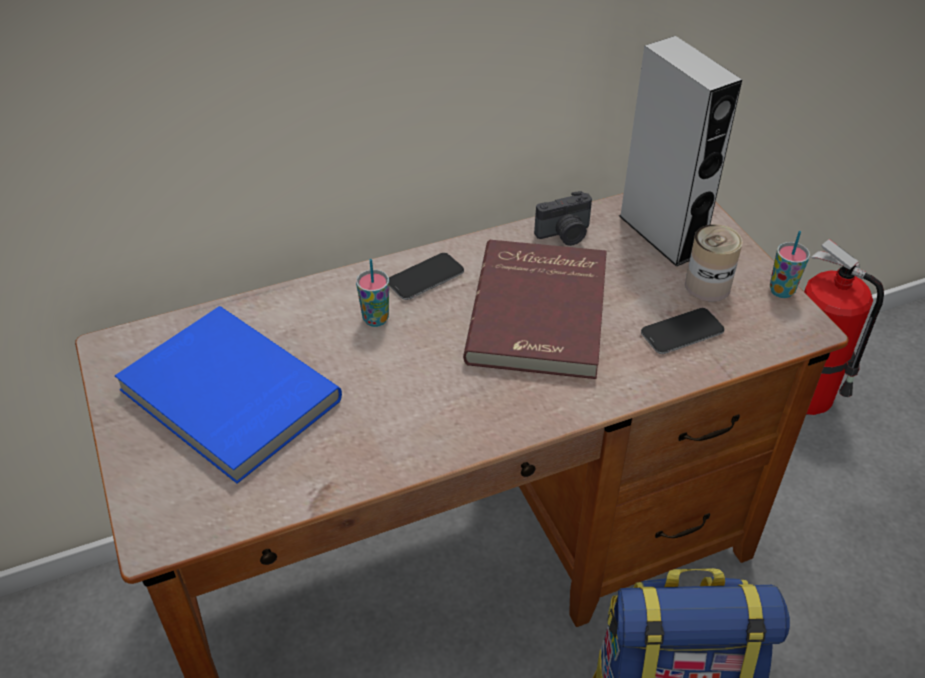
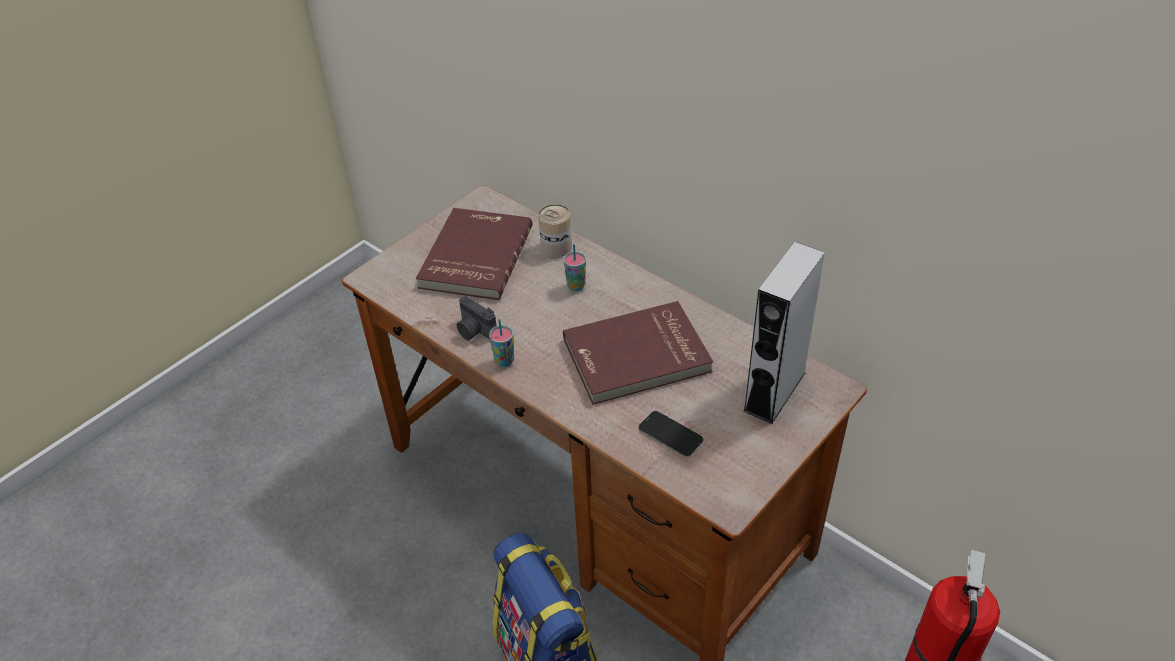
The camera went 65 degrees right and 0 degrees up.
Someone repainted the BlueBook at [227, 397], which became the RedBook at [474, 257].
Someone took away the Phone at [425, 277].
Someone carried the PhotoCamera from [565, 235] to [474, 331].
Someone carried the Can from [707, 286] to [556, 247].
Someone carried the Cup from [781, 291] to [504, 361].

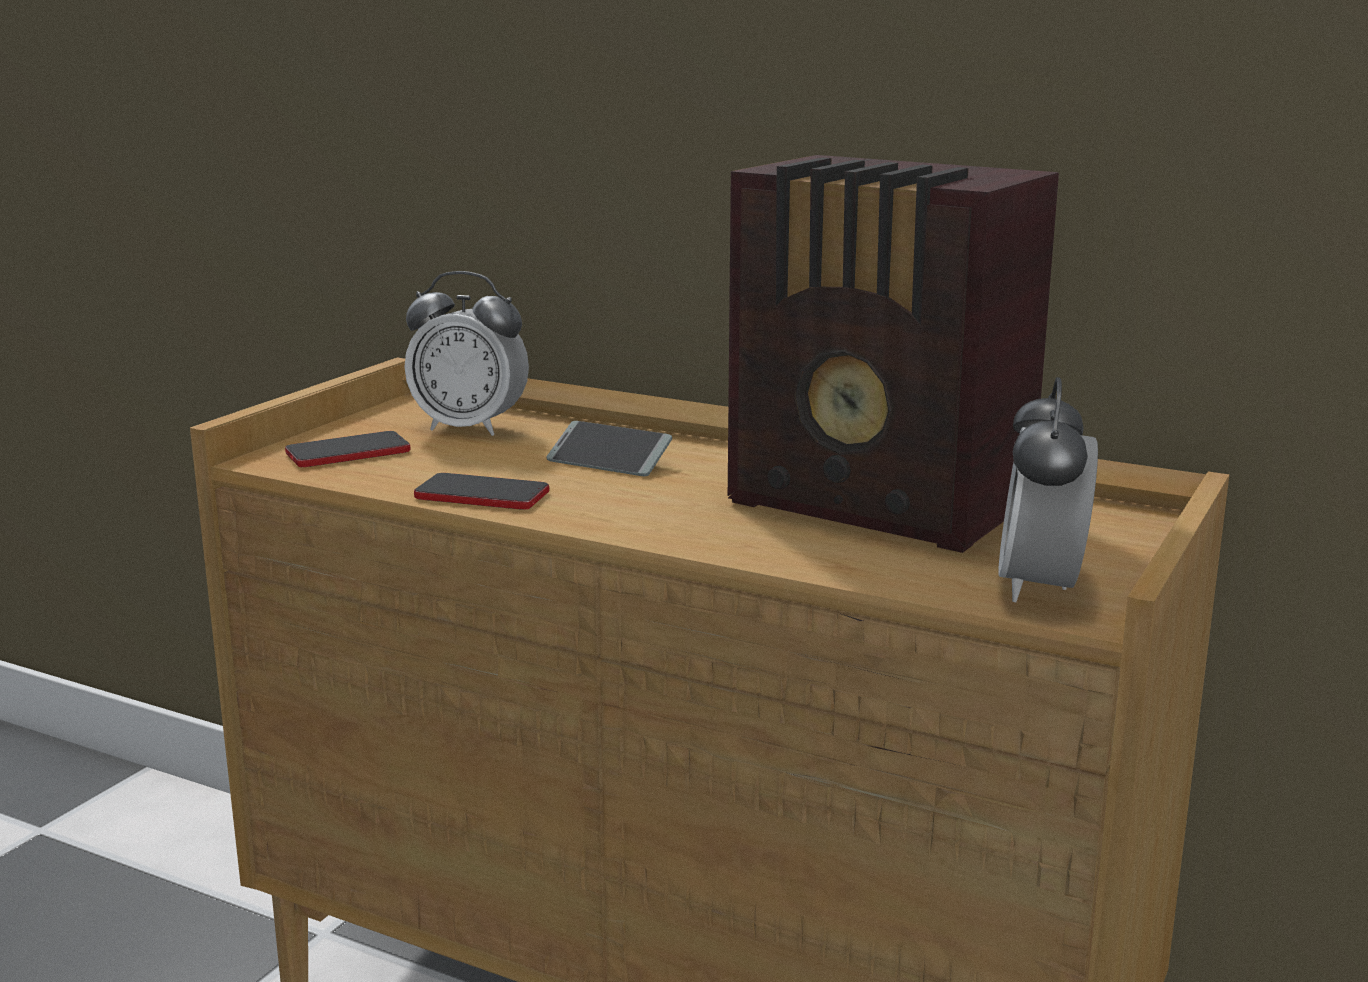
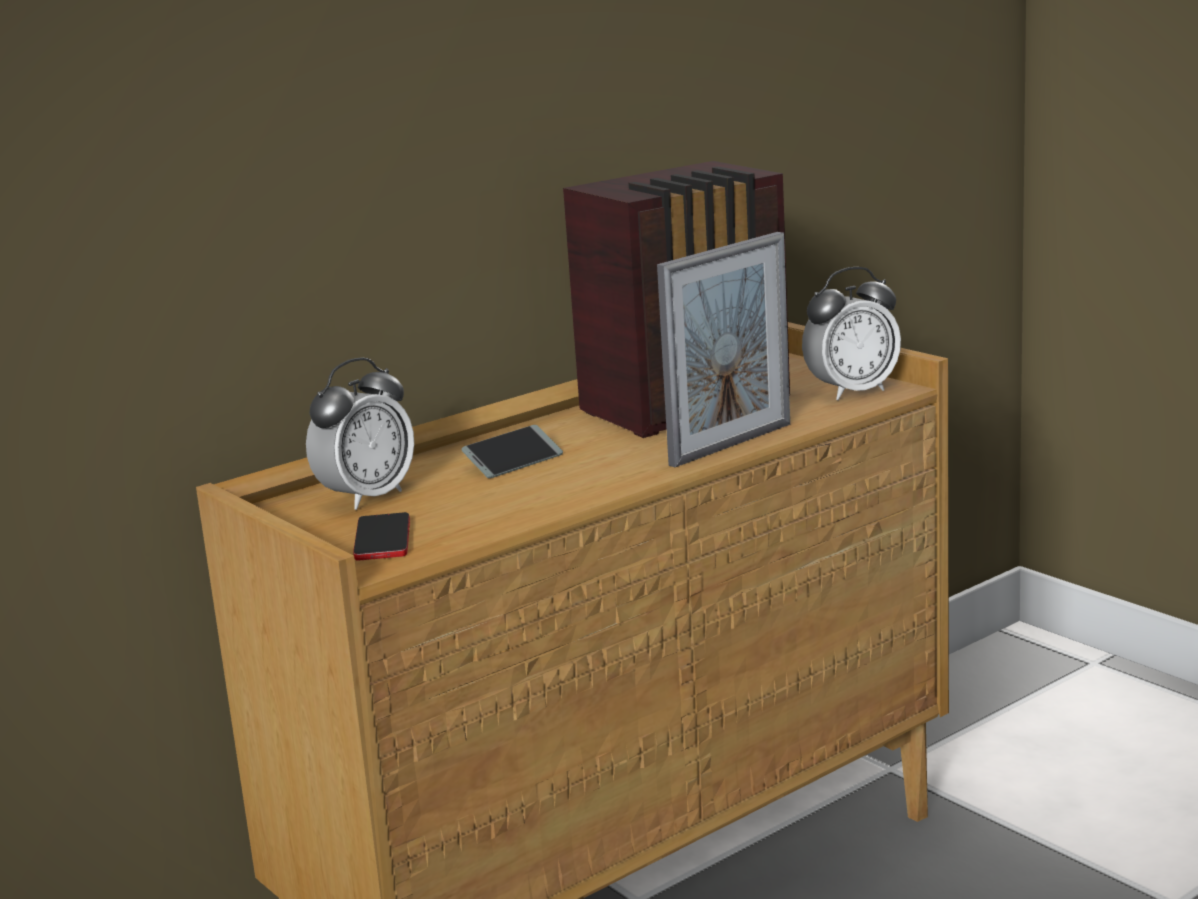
The camera went 65 degrees left and 0 degrees up.
Someone took away the Phone at [482, 495].
Someone rotated the AlarmClock at [1040, 587] by 60 degrees counterclockwise.
Someone put down the PictureFrame at [731, 444].

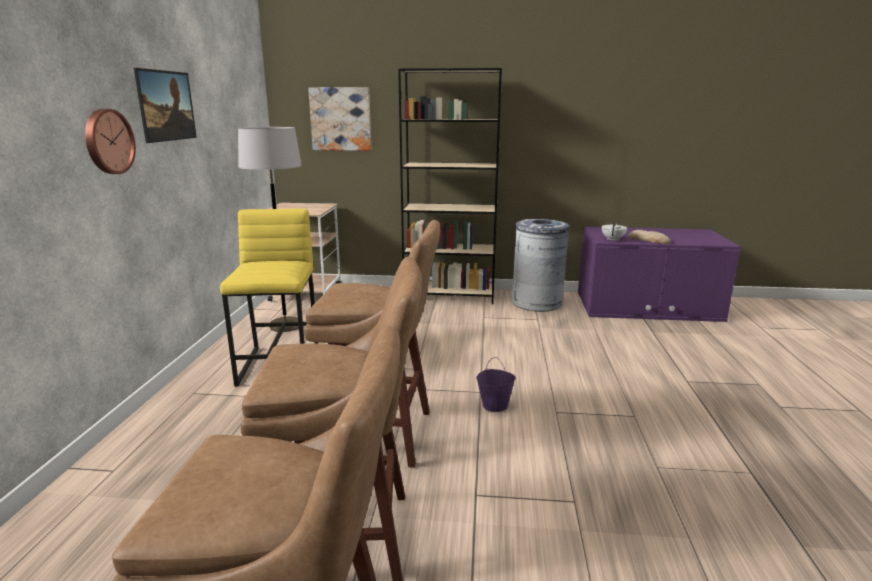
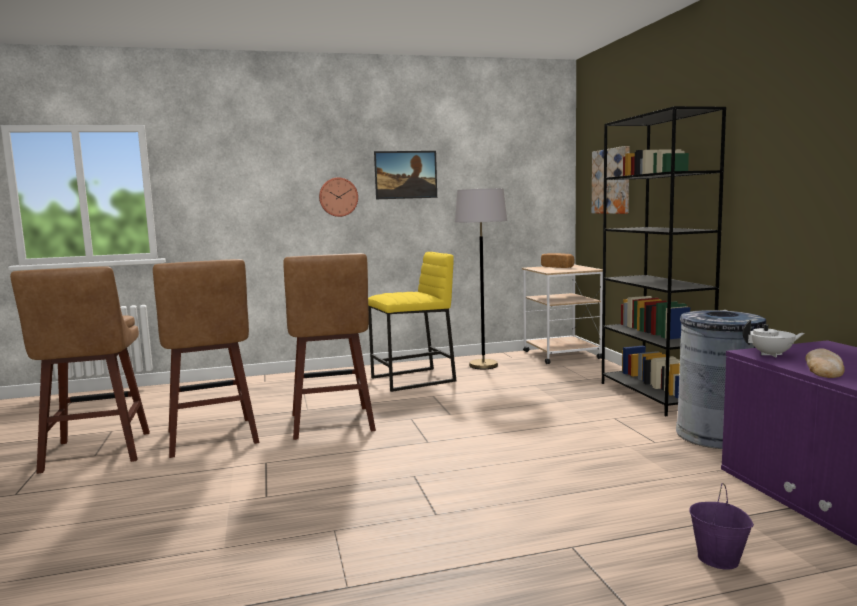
The camera went 70 degrees right and 10 degrees down.
Someone repainted the BeigeBookcase at [450, 295], which became the BlackBookcase at [654, 396].
Someone carried the PurpleBucket from [495, 405] to [719, 559].
Someone put down the Bread at [558, 267].

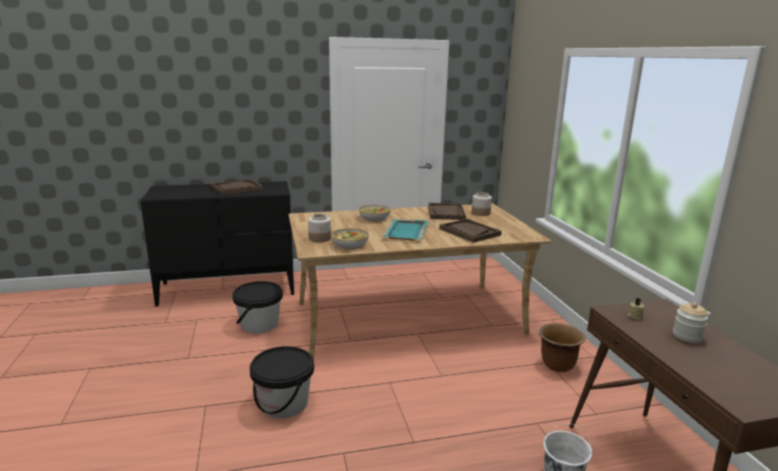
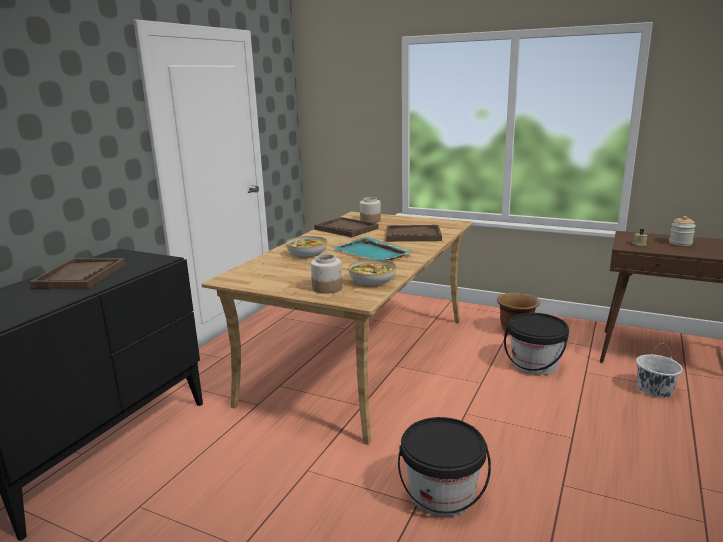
The camera went 50 degrees left and 0 degrees up.
Someone carried the BlackBucket from [259, 324] to [534, 364].

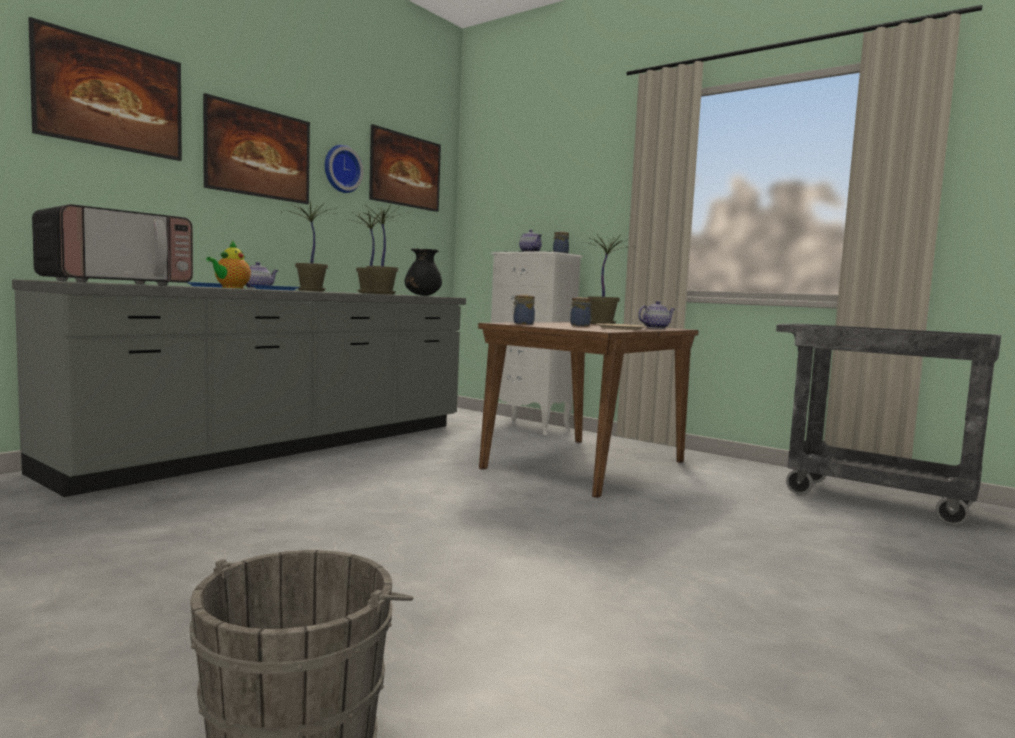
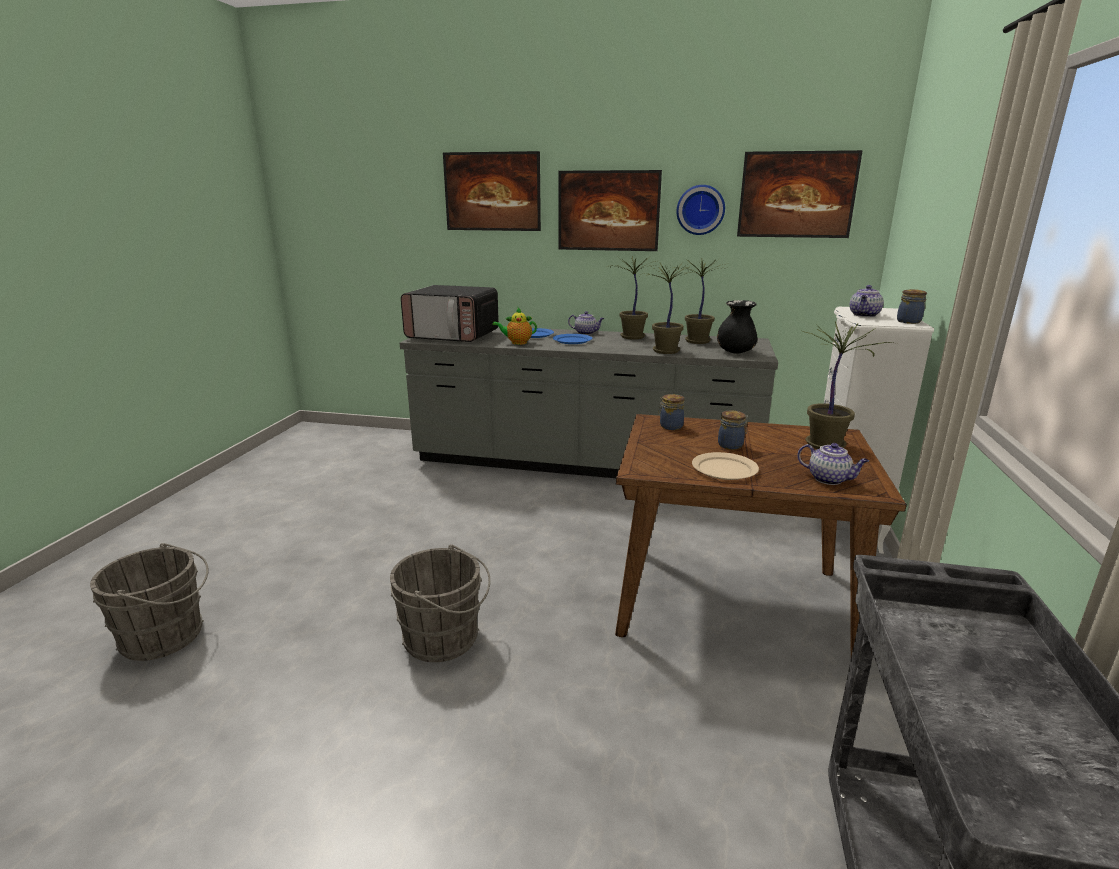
The camera went 65 degrees right and 15 degrees up.
Someone put down the GreyBucket at [445, 639].

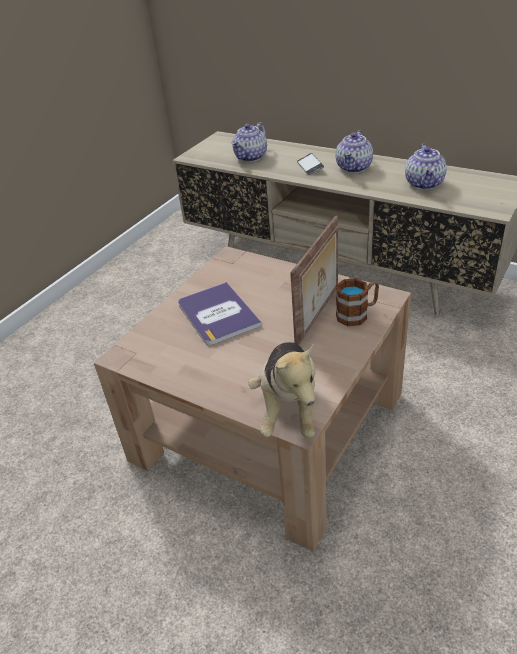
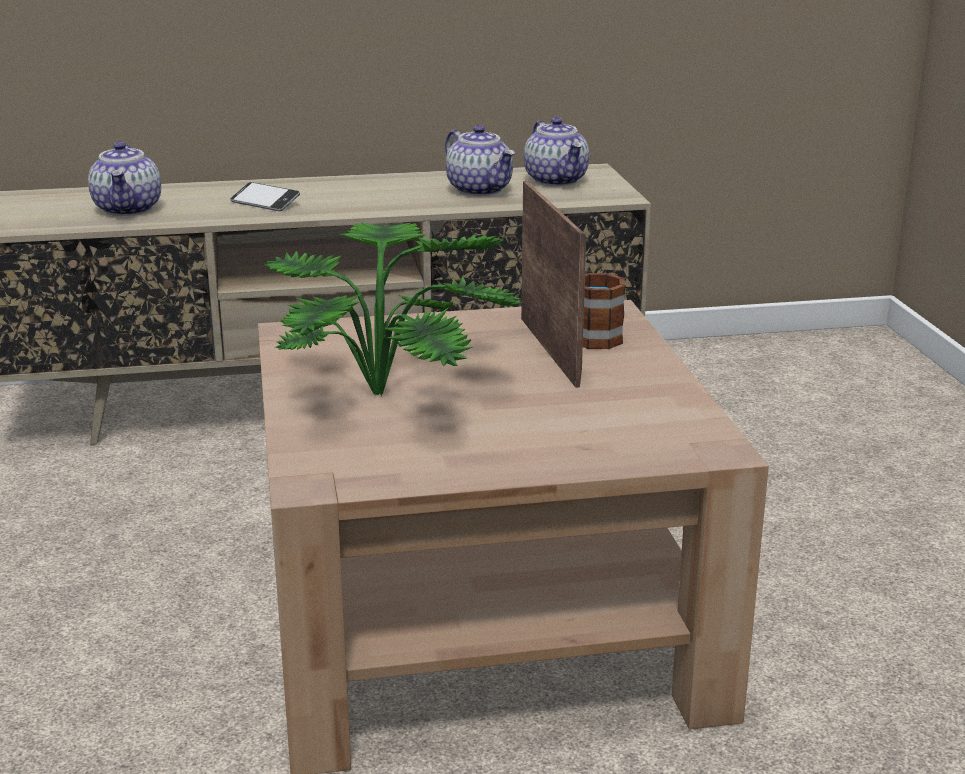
The camera went 45 degrees left and 15 degrees down.
Someone swapped the Book at [218, 314] for the PottedPlant at [394, 392].
Someone took away the PlushToy at [288, 407].
Someone carried the Teapot from [354, 168] to [557, 180].

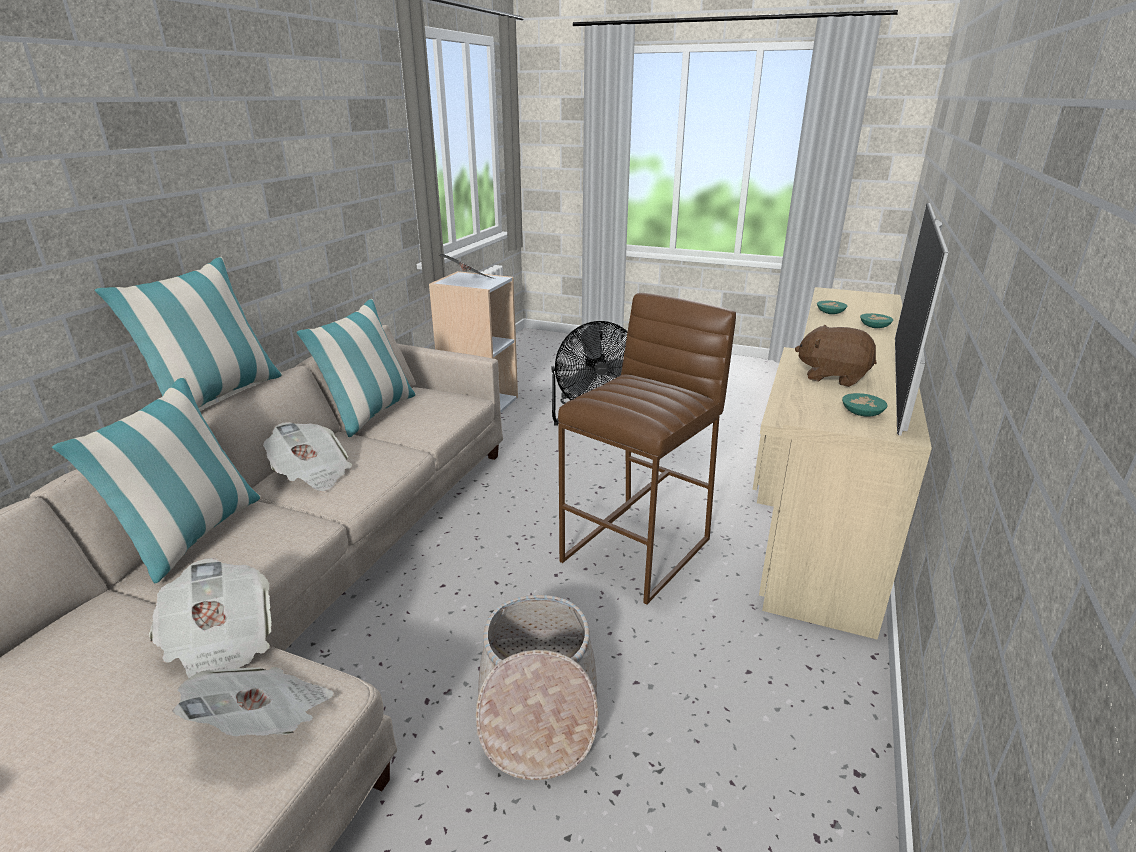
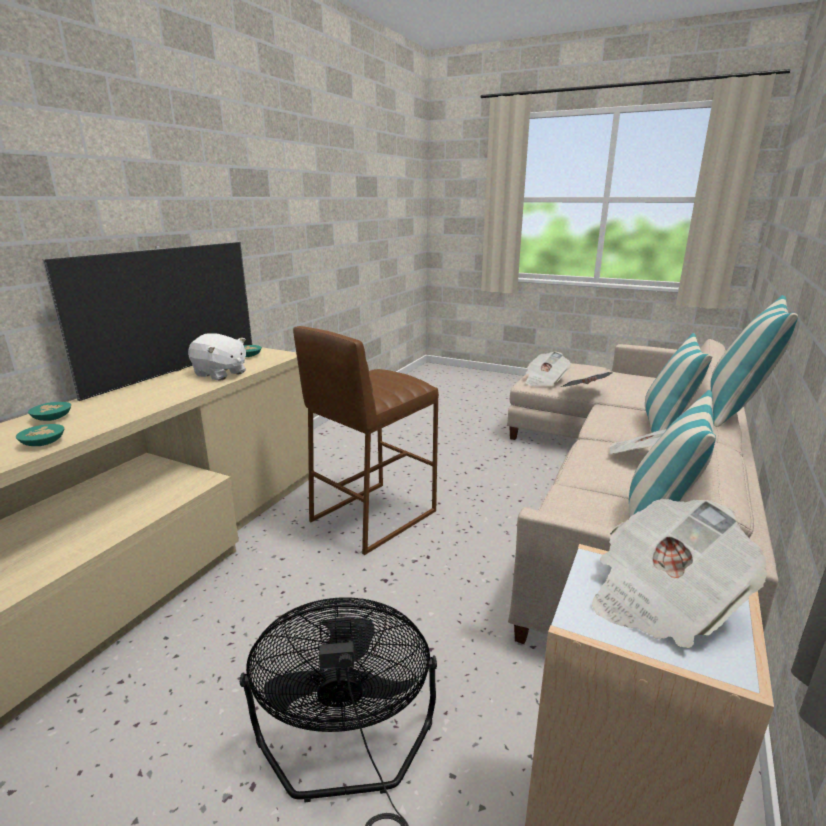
The camera went 175 degrees left and 5 degrees down.
Someone took away the Basket at [537, 704].
Someone repainted the BrownPlushToy at [832, 376], which became the WhitePlushToy at [220, 374].

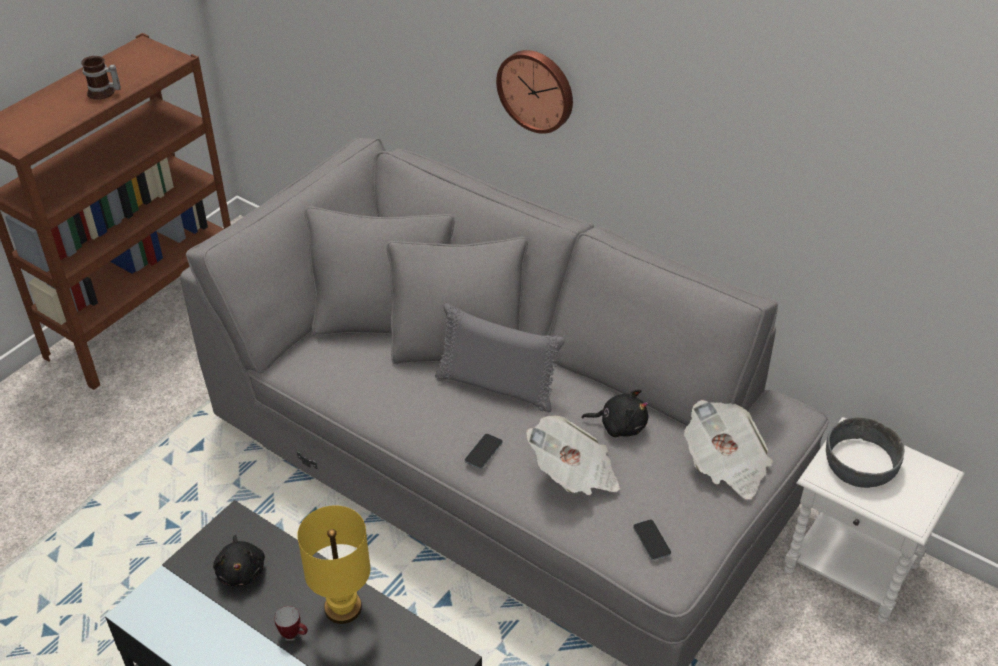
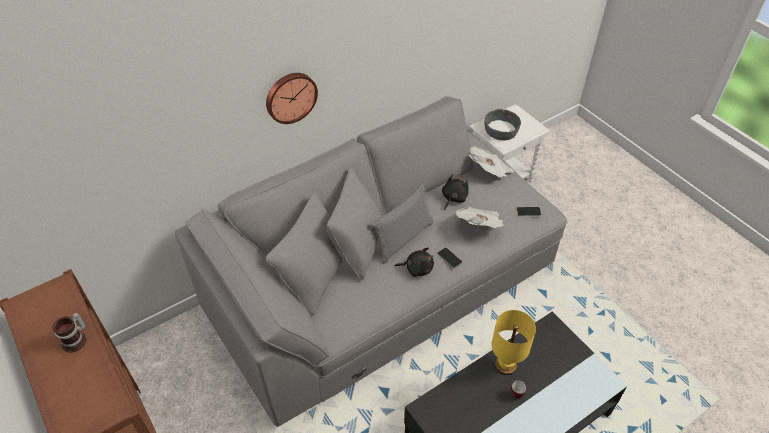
The camera went 70 degrees left and 5 degrees up.
Someone carried the BlackPlushToy from [241, 570] to [417, 268].

